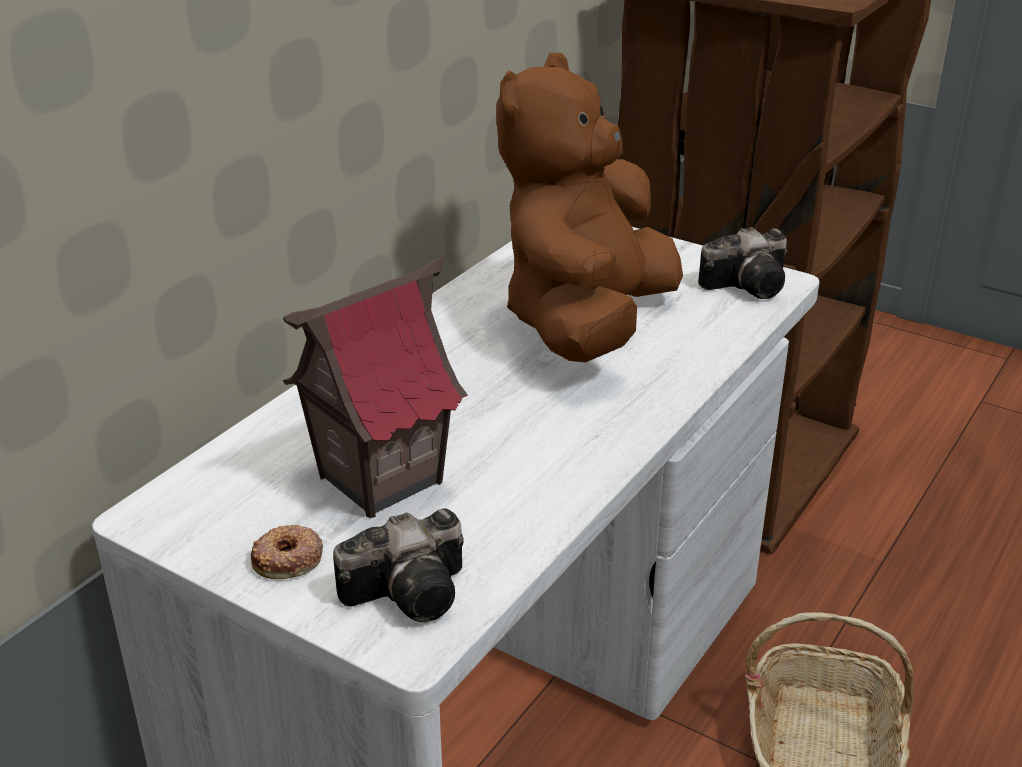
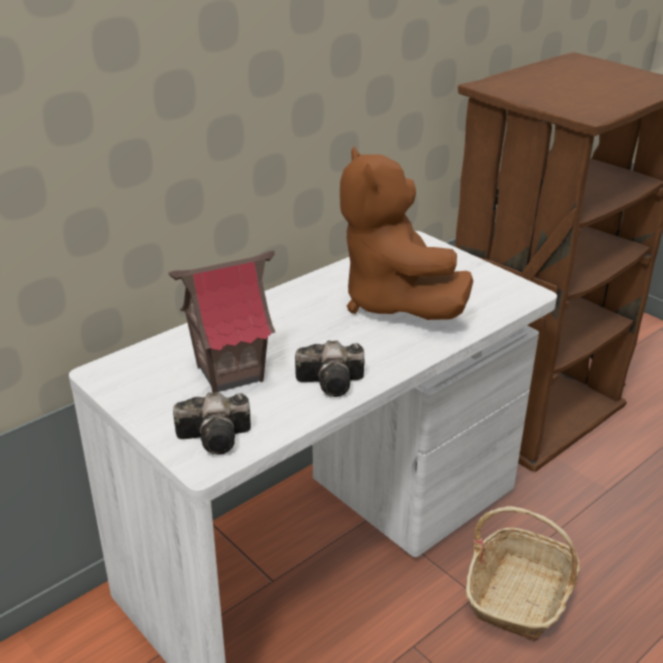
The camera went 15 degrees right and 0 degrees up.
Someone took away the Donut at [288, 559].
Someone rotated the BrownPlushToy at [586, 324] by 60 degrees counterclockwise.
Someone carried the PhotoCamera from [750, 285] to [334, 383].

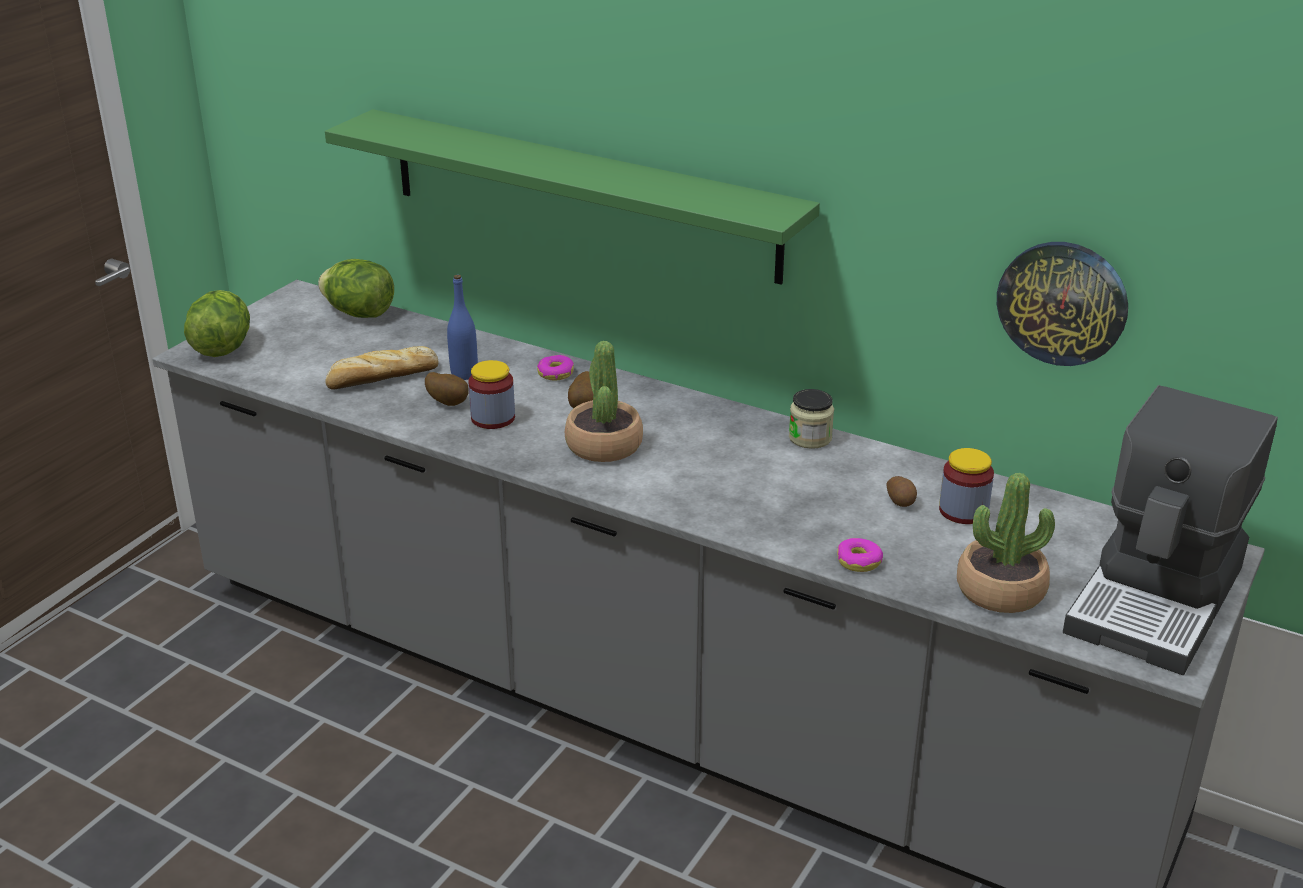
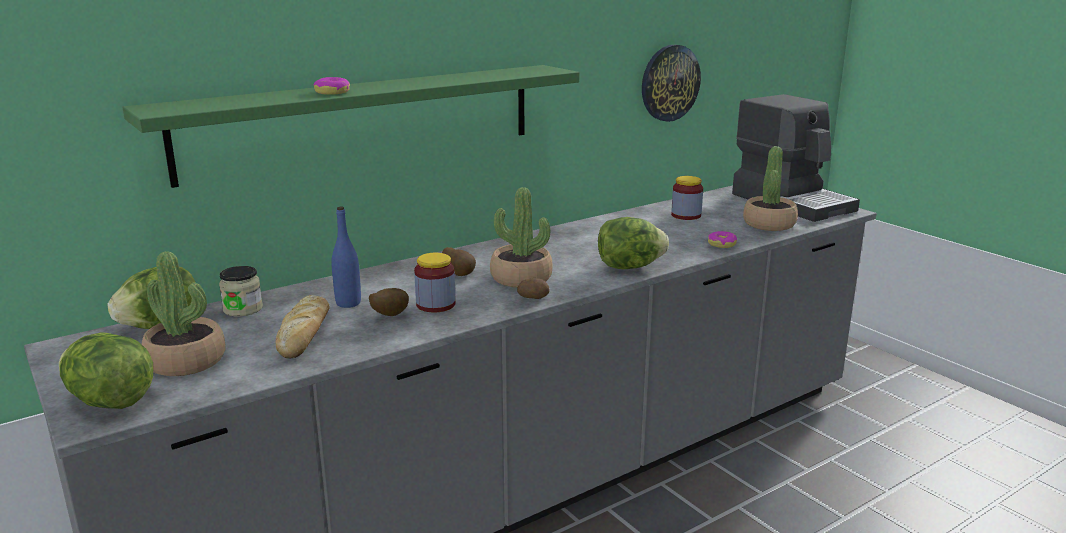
The camera went 65 degrees left and 10 degrees down.
Someone carried the Donut from [555, 373] to [332, 92].
Someone carried the Jar from [810, 438] to [243, 309].
Someone carried the Potato from [901, 501] to [533, 297].
Someone put down the PottedPlant at [186, 361].
Someone put down the Lettuce at [629, 267].

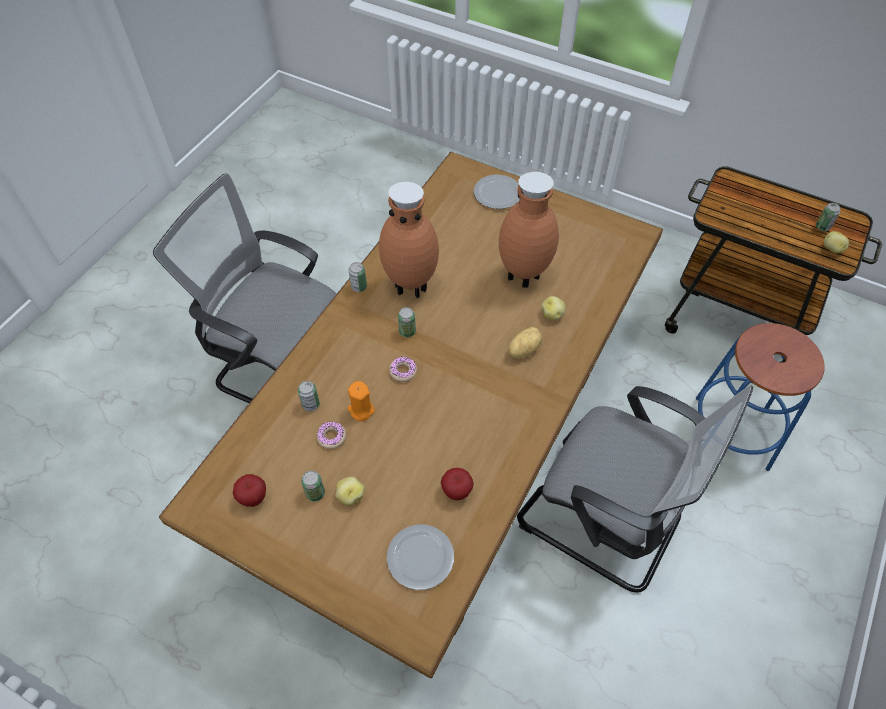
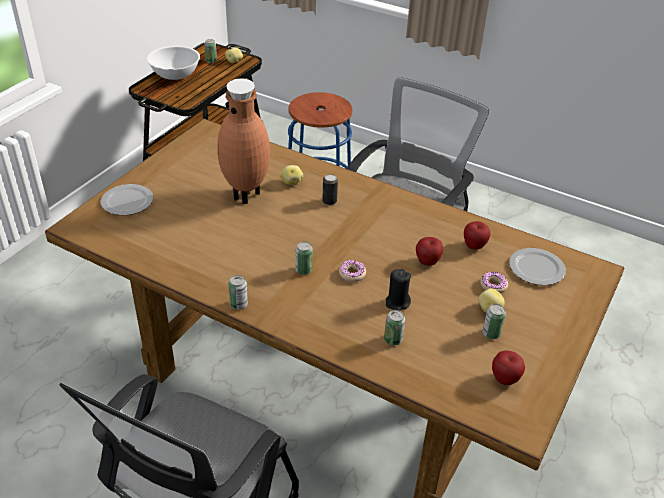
The camera went 90 degrees left and 15 degrees down.
Someone carried the Donut from [331, 437] to [493, 285].
Someone repainted the OrangeCandle at [361, 410], which became the BlackCandle at [397, 303].
Someone took away the BrownVase at [411, 286].
Someone swapped the Potato at [523, 349] for the Can at [329, 201].
Someone put down the WhiteBowl at [175, 75].
Someone put down the Apple at [427, 262].

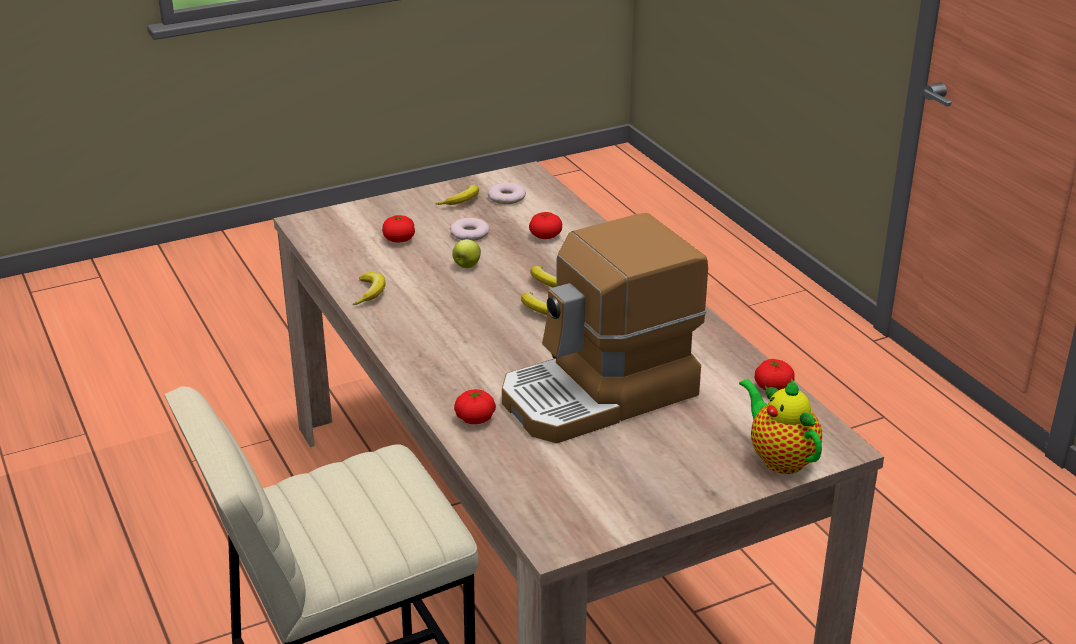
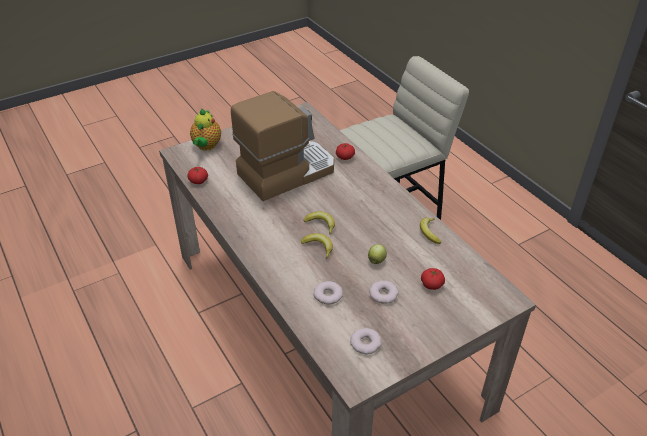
The camera went 175 degrees right and 10 degrees up.
Someone took away the Banana at [462, 201].
Someone swapped the Tomato at [545, 236] for the Donut at [328, 295].
Someone rotated the Teapot at [779, 458] by 45 degrees clockwise.

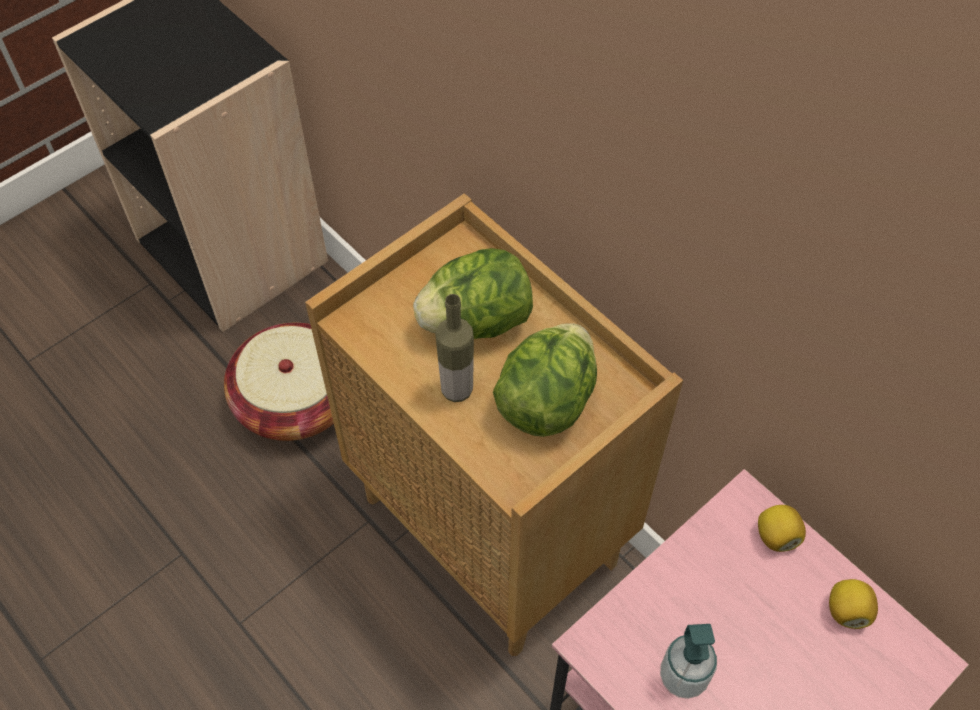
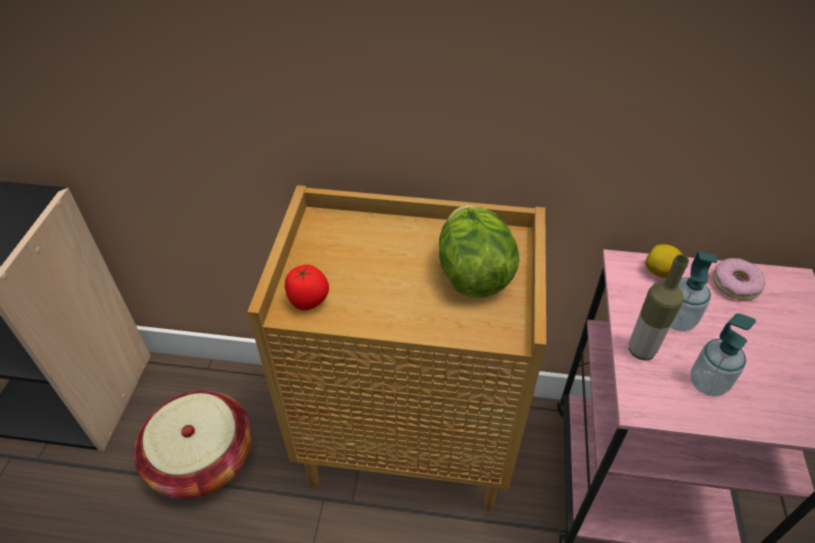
The camera went 40 degrees left and 10 degrees down.
Someone took away the Lettuce at [477, 321].
Someone carried the Bottle from [457, 390] to [641, 350].
Someone swapped the Lemon at [847, 611] for the Donut at [735, 284].
Someone put down the Tomato at [309, 301].
Someone put down the SoapDispenser at [677, 320].

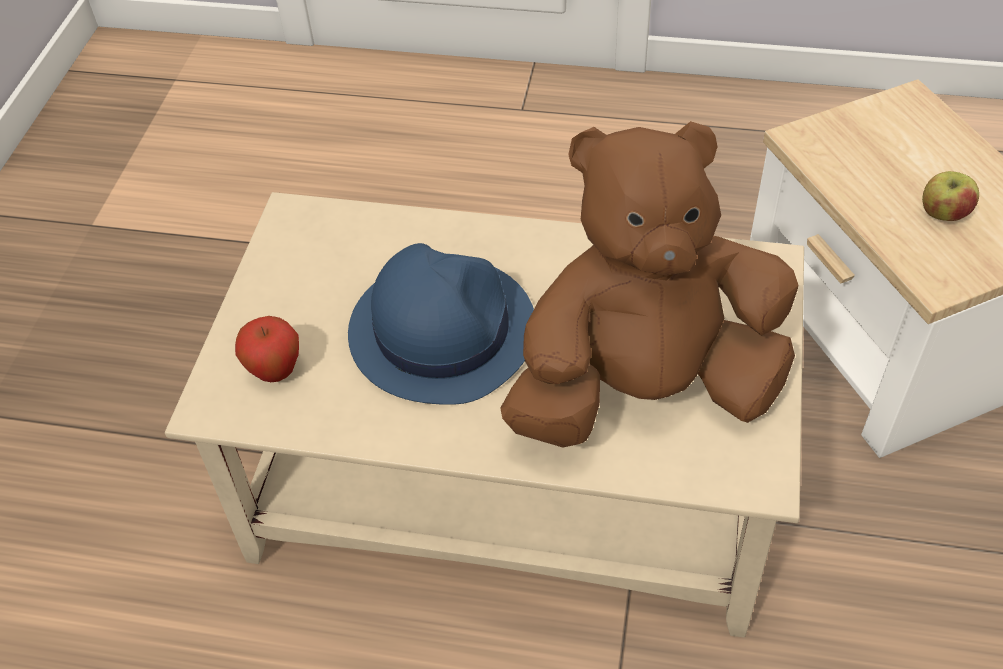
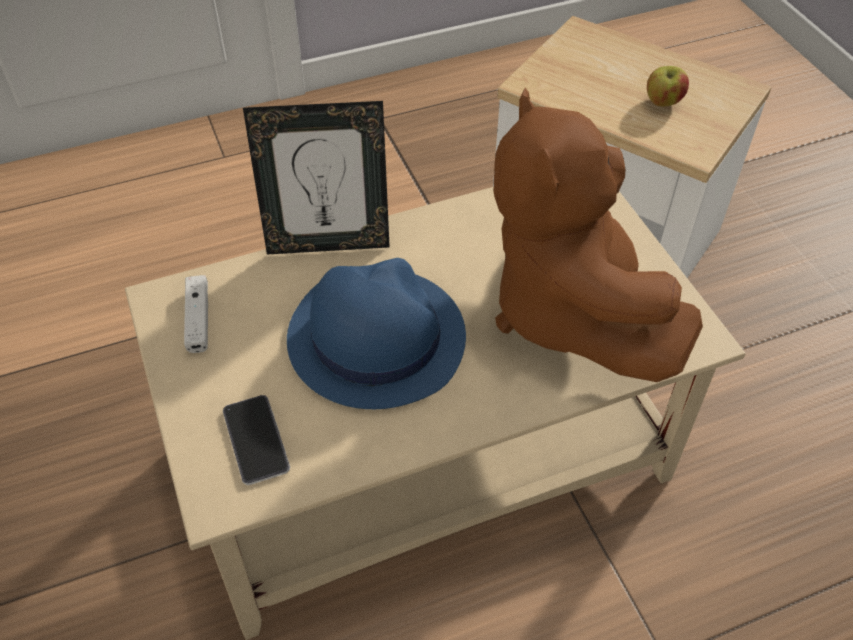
The camera went 35 degrees left and 0 degrees up.
Someone swapped the Apple at [275, 371] for the Phone at [256, 440].
Someone rotated the BrownPlushToy at [645, 389] by 60 degrees counterclockwise.
Someone put down the WhiteGameController at [198, 319].
Someone put down the PictureFrame at [328, 243].

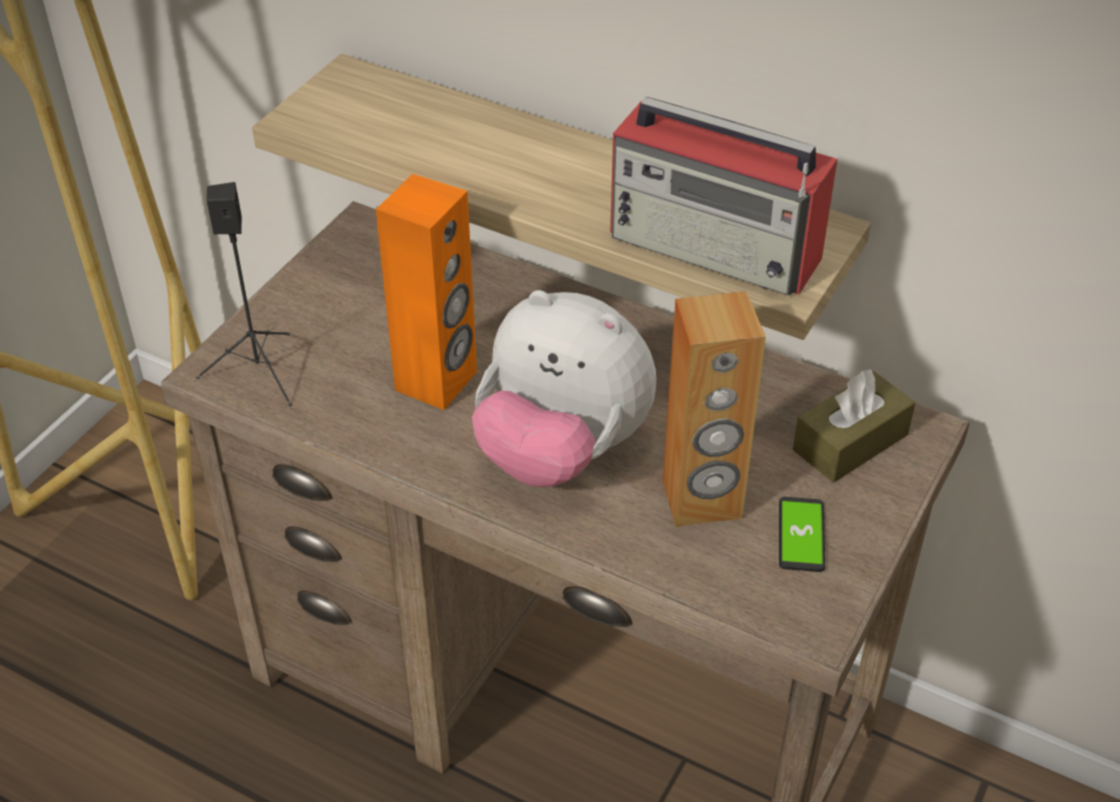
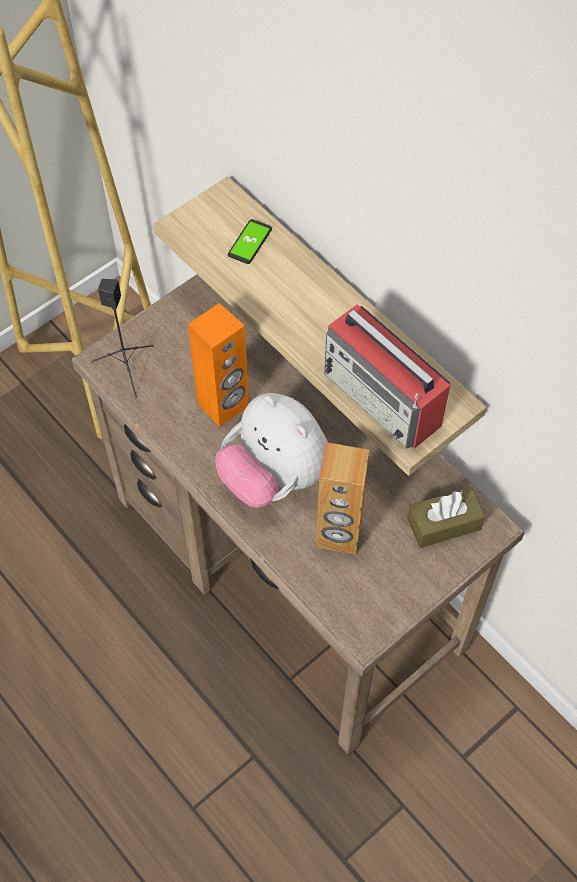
The camera went 20 degrees right and 15 degrees up.
Someone carried the Phone from [801, 535] to [250, 242].

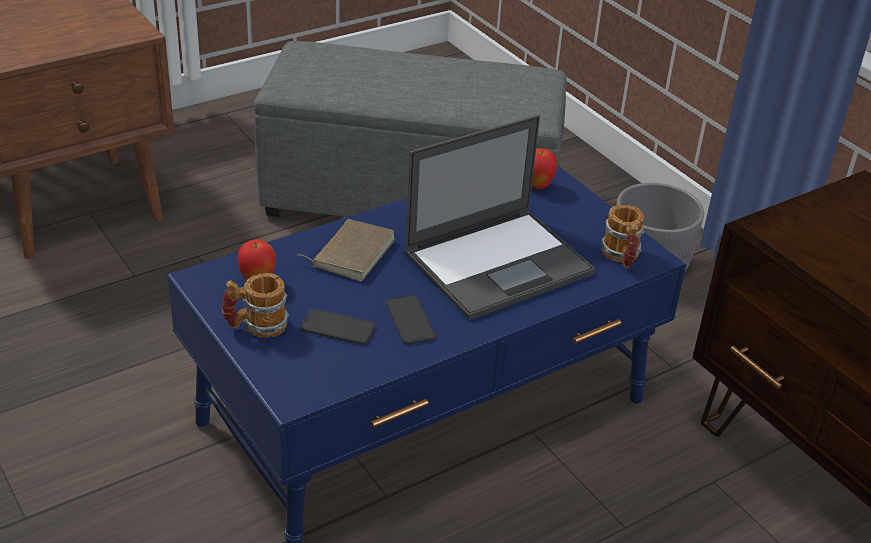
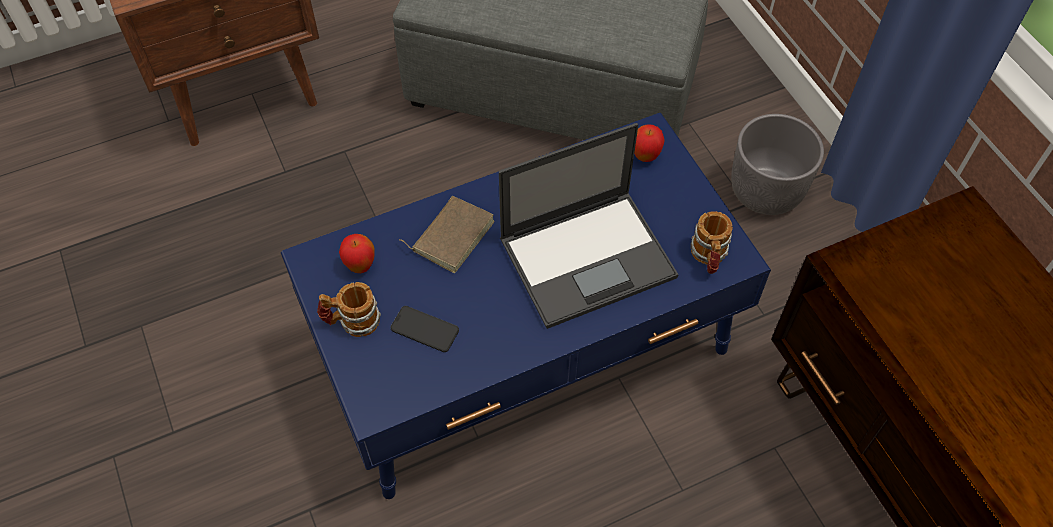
The camera went 10 degrees right and 20 degrees up.
Someone took away the Phone at [410, 320].

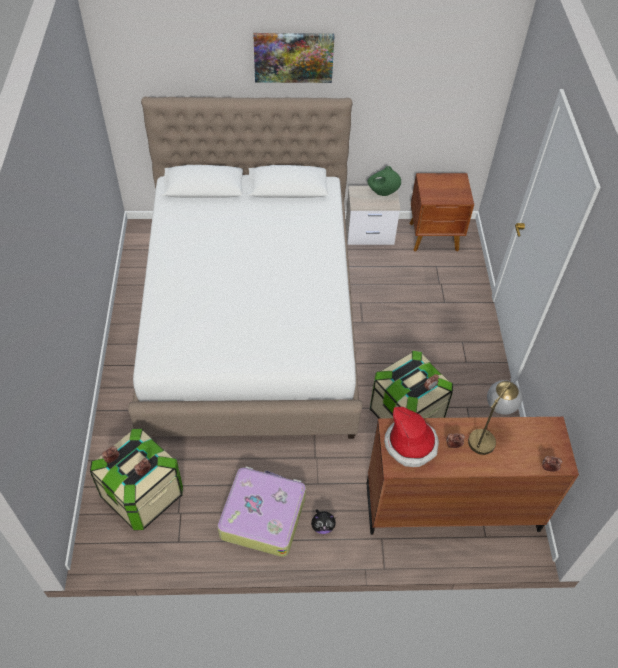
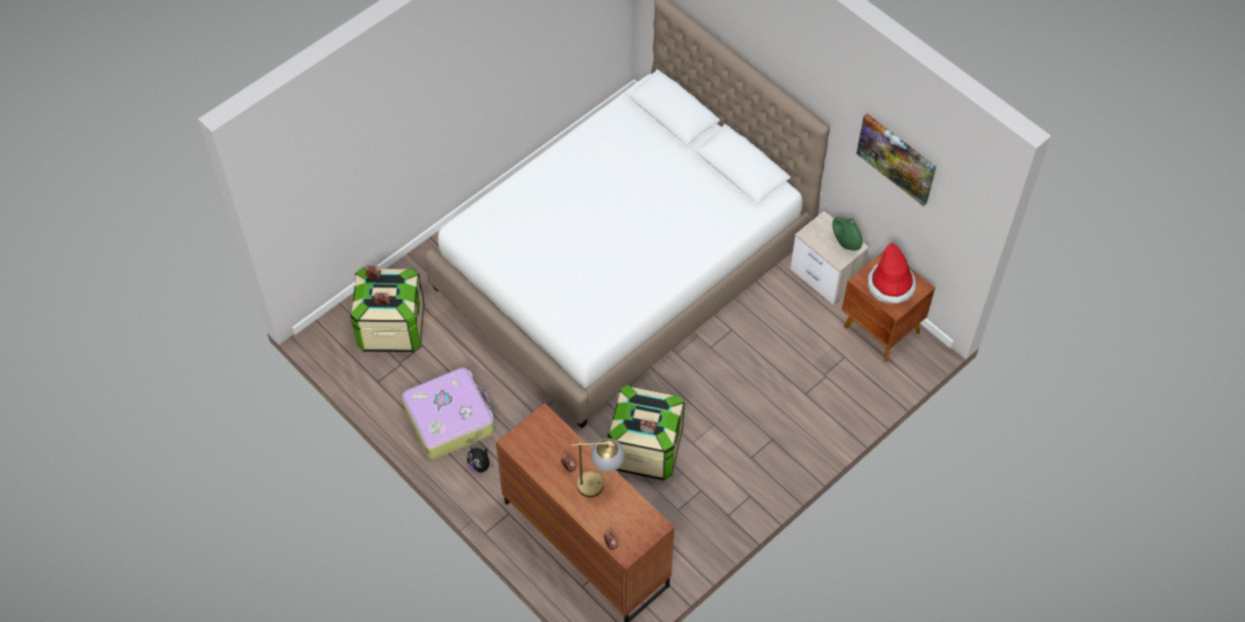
The camera went 50 degrees right and 5 degrees up.
Someone carried the Picture from [293, 57] to [897, 158].
Someone carried the Hat from [410, 444] to [891, 285].

